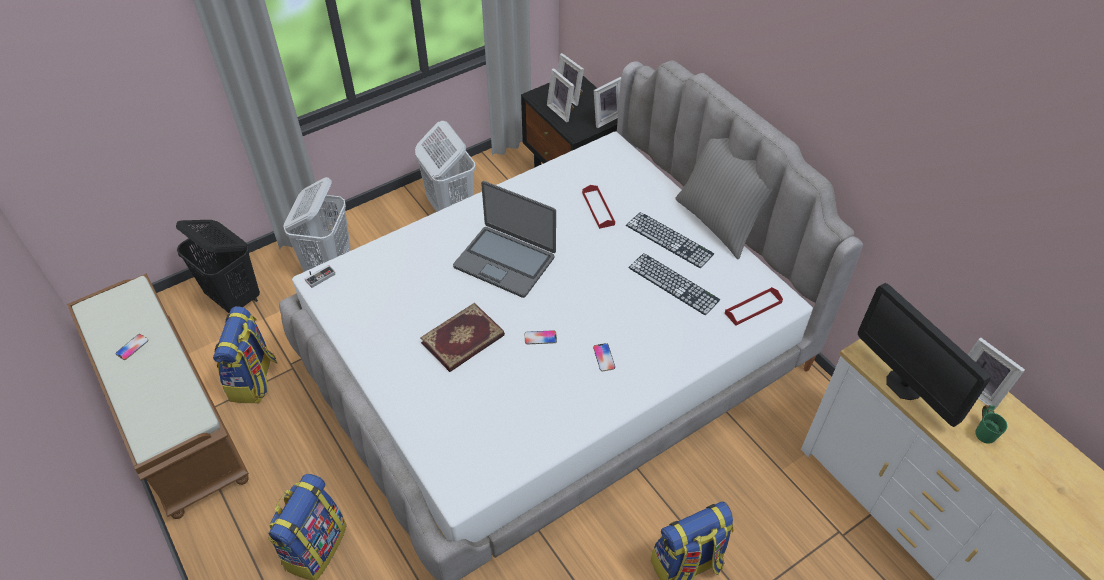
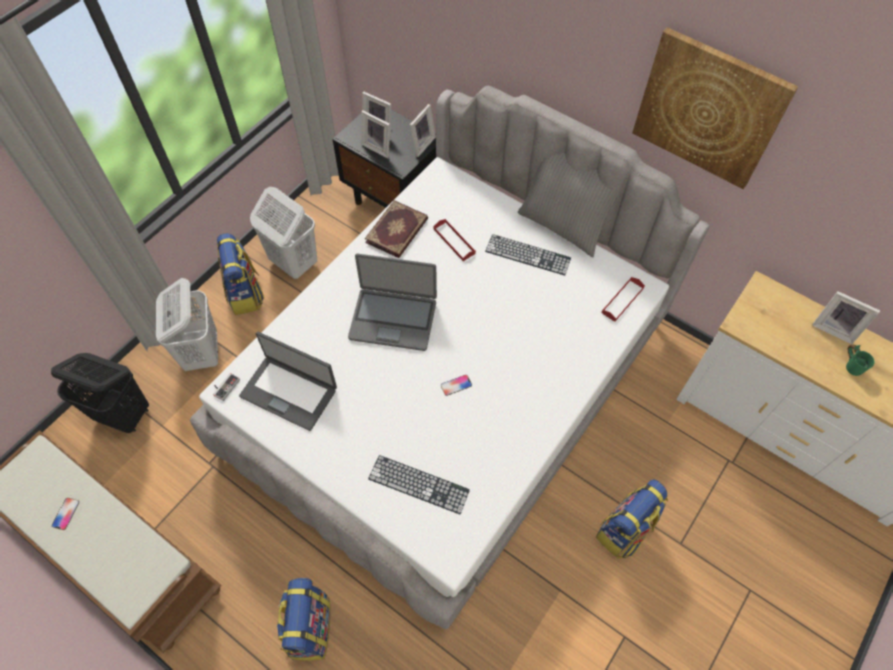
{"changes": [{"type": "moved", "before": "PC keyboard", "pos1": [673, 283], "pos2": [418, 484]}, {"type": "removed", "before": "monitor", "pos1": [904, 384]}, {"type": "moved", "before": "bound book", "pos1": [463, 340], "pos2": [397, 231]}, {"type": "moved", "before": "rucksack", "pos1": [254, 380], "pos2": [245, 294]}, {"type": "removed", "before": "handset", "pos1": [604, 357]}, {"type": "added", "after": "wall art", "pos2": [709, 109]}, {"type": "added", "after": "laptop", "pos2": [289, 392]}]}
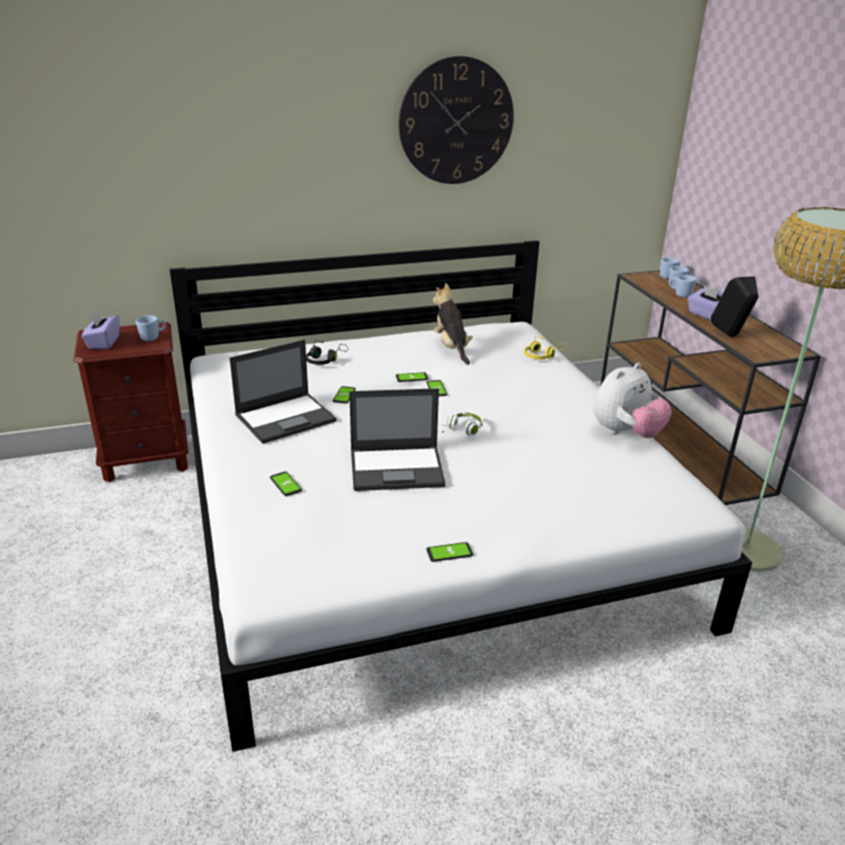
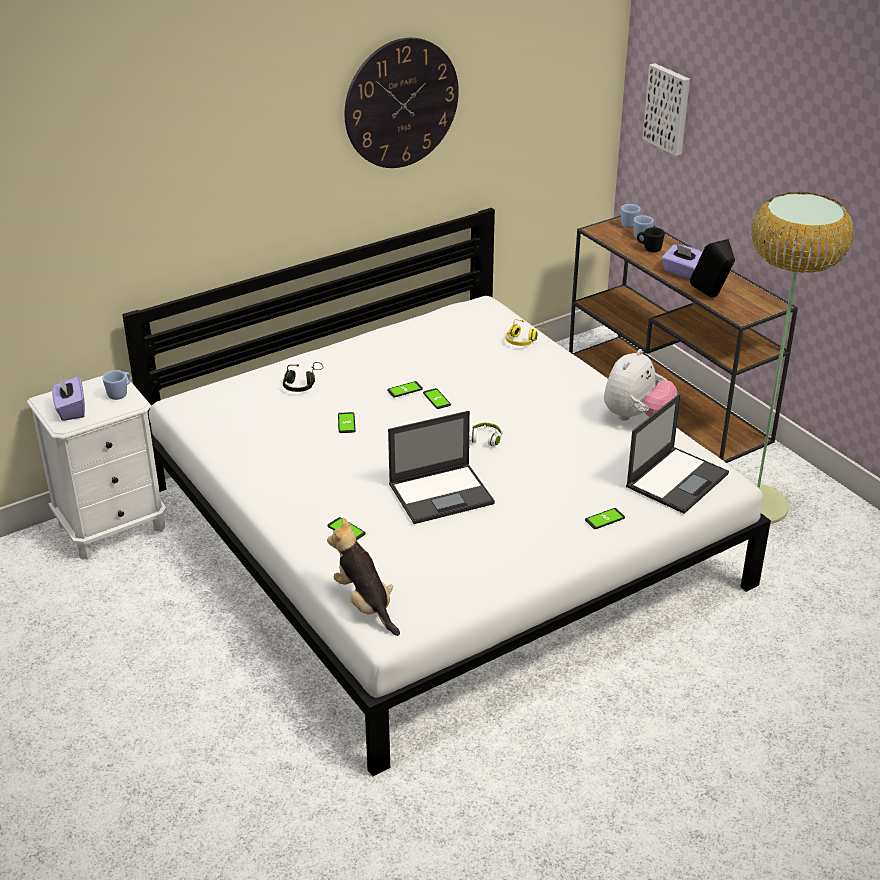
{"changes": [{"type": "recoloured", "before": "coffee mug (blue-coloured)", "after": "coffee mug (black)", "pos1": [680, 295], "pos2": [649, 249]}, {"type": "moved", "before": "plush toy", "pos1": [451, 348], "pos2": [365, 604]}, {"type": "recoloured", "before": "nightstand (brown)", "after": "nightstand (whitish)", "pos1": [146, 460], "pos2": [112, 527]}, {"type": "moved", "before": "laptop", "pos1": [286, 418], "pos2": [677, 479]}, {"type": "moved", "before": "handset", "pos1": [449, 553], "pos2": [605, 519]}, {"type": "added", "after": "wall art", "pos2": [668, 109]}]}
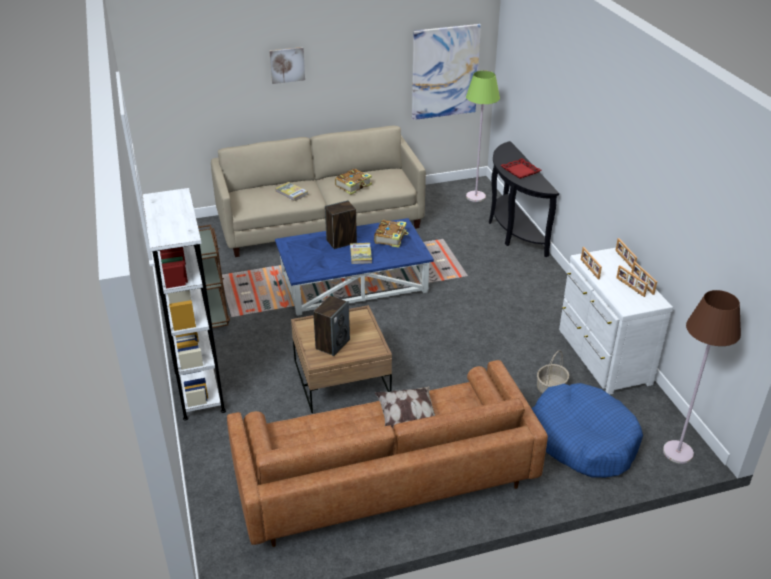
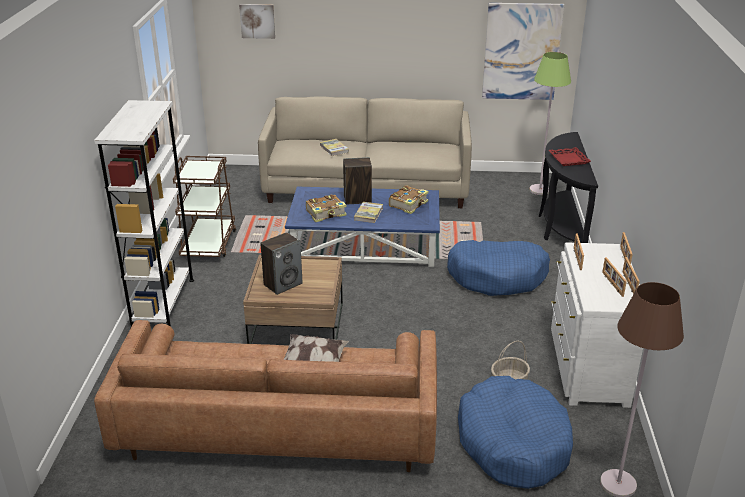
{"changes": [{"type": "moved", "before": "wall art", "pos1": [287, 65], "pos2": [257, 21]}, {"type": "moved", "before": "bound book", "pos1": [354, 186], "pos2": [326, 213]}, {"type": "added", "after": "pet bed (blue-coloured)", "pos2": [497, 276]}]}
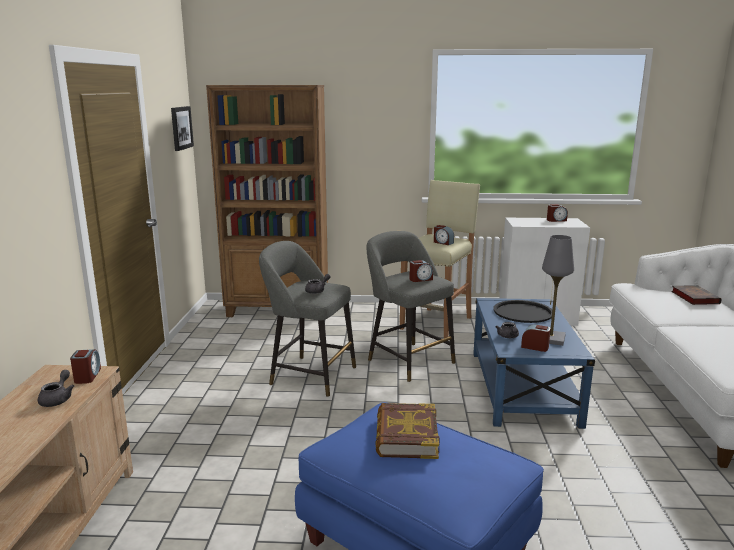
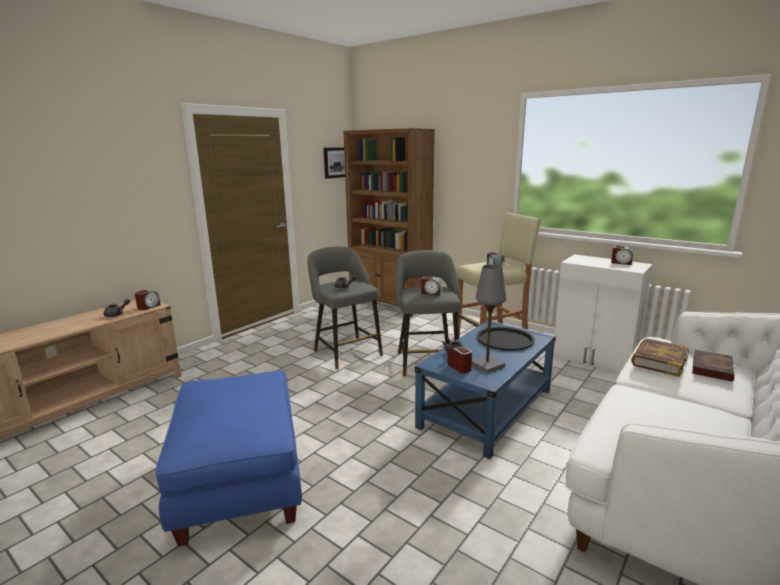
{"changes": [{"type": "moved", "before": "bound book", "pos1": [406, 436], "pos2": [658, 361]}]}
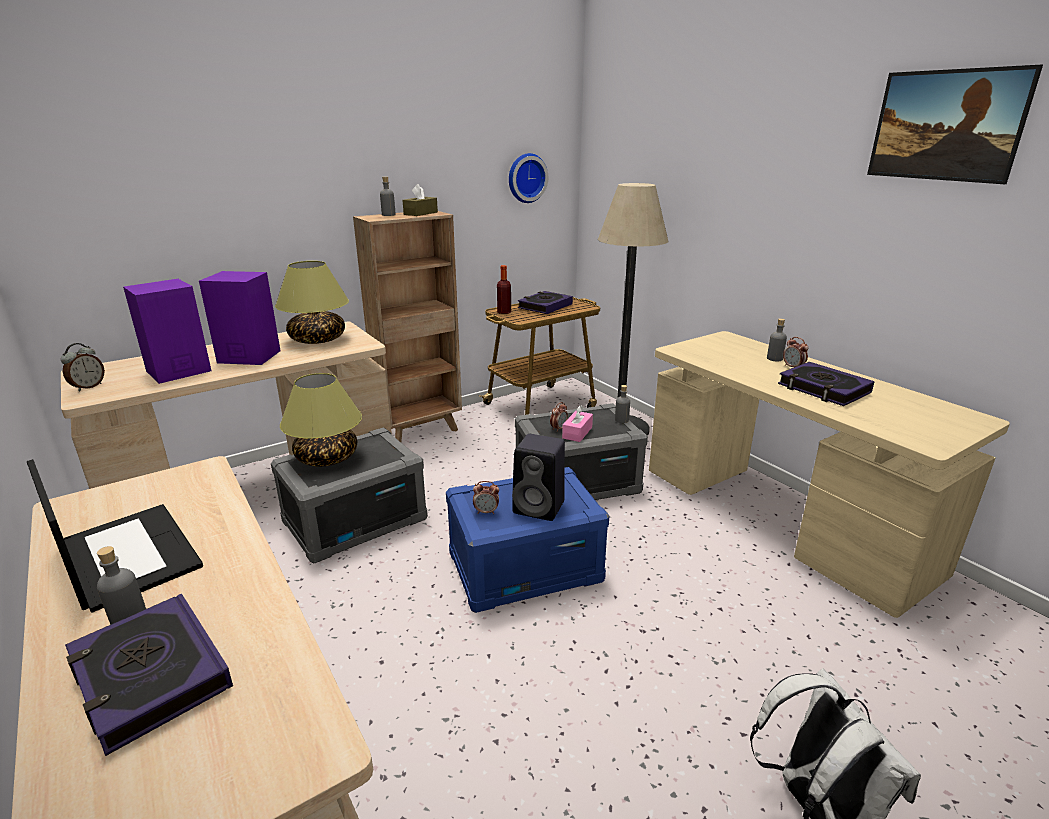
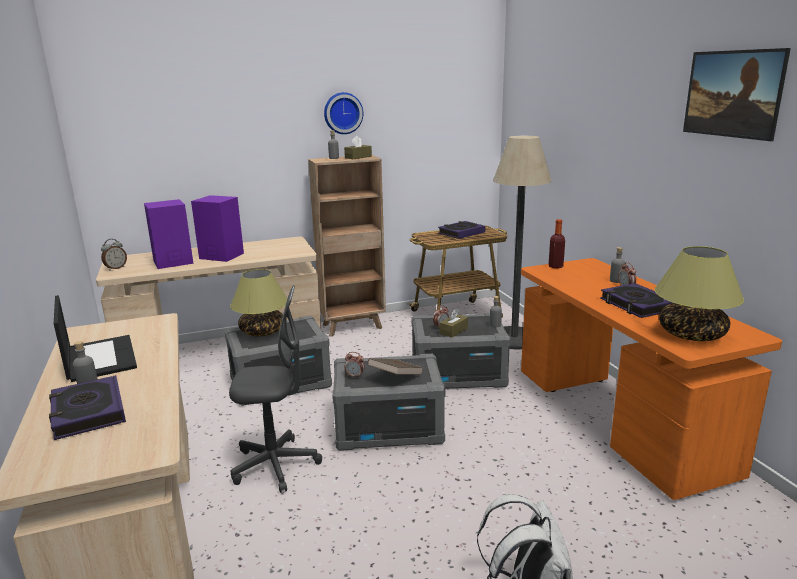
{"changes": [{"type": "moved", "before": "clock on the wall", "pos1": [526, 178], "pos2": [342, 113]}, {"type": "moved", "before": "table lamp", "pos1": [317, 339], "pos2": [690, 334]}, {"type": "moved", "before": "bottle", "pos1": [504, 312], "pos2": [555, 266]}, {"type": "recoloured", "before": "desk unit (sand-coloured)", "after": "desk unit (orange-coloured)", "pos1": [779, 520], "pos2": [616, 419]}, {"type": "recoloured", "before": "box of tissues (pink-coloured)", "after": "box of tissues (brown)", "pos1": [577, 433], "pos2": [453, 331]}, {"type": "replaced", "before": "loudspeaker (black)", "after": "bound book (brown)", "pos1": [540, 507], "pos2": [395, 377]}, {"type": "recoloured", "before": "storage box (blue-coloured)", "after": "storage box (gray)", "pos1": [525, 567], "pos2": [389, 426]}, {"type": "added", "after": "office chair (gray)", "pos2": [275, 465]}]}
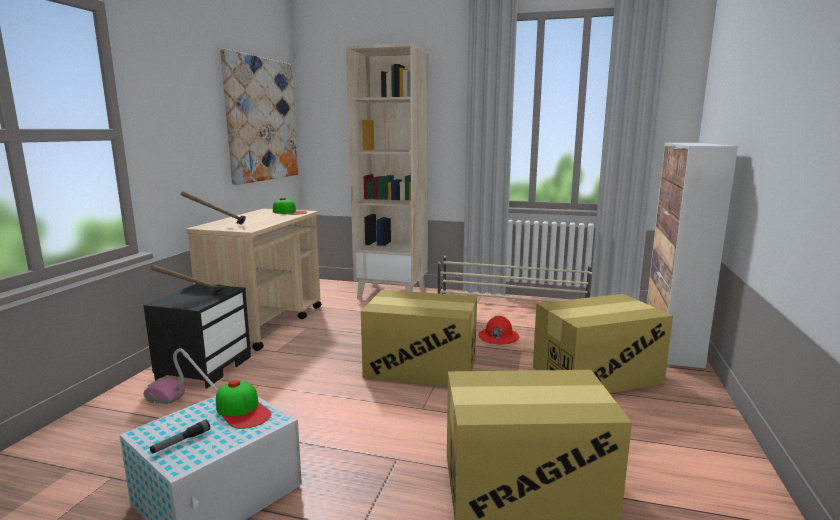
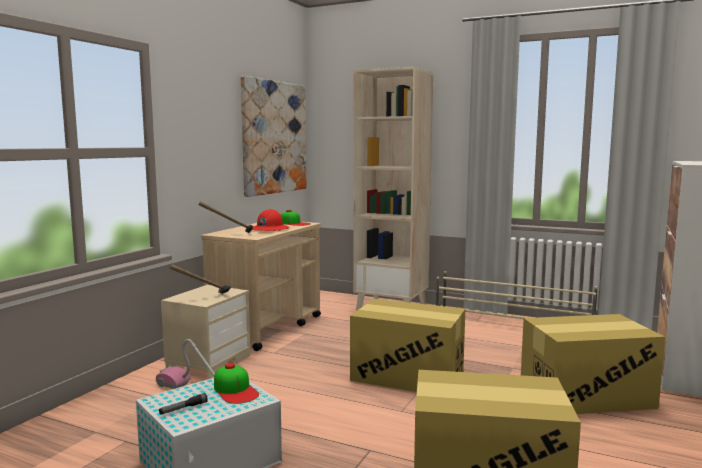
{"changes": [{"type": "recoloured", "before": "nightstand (black)", "after": "nightstand (sand-coloured)", "pos1": [204, 367], "pos2": [209, 362]}, {"type": "moved", "before": "work helmet (red)", "pos1": [498, 337], "pos2": [269, 229]}]}
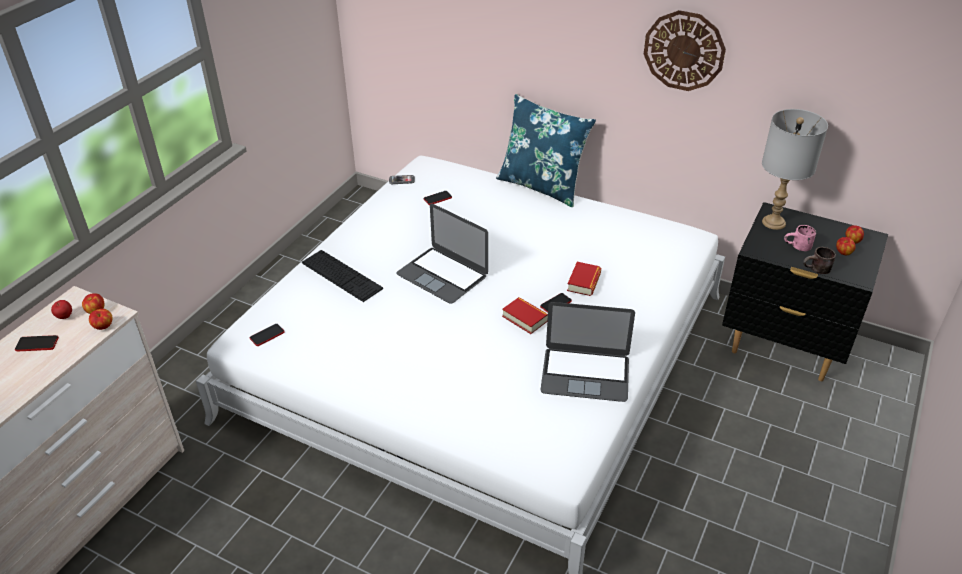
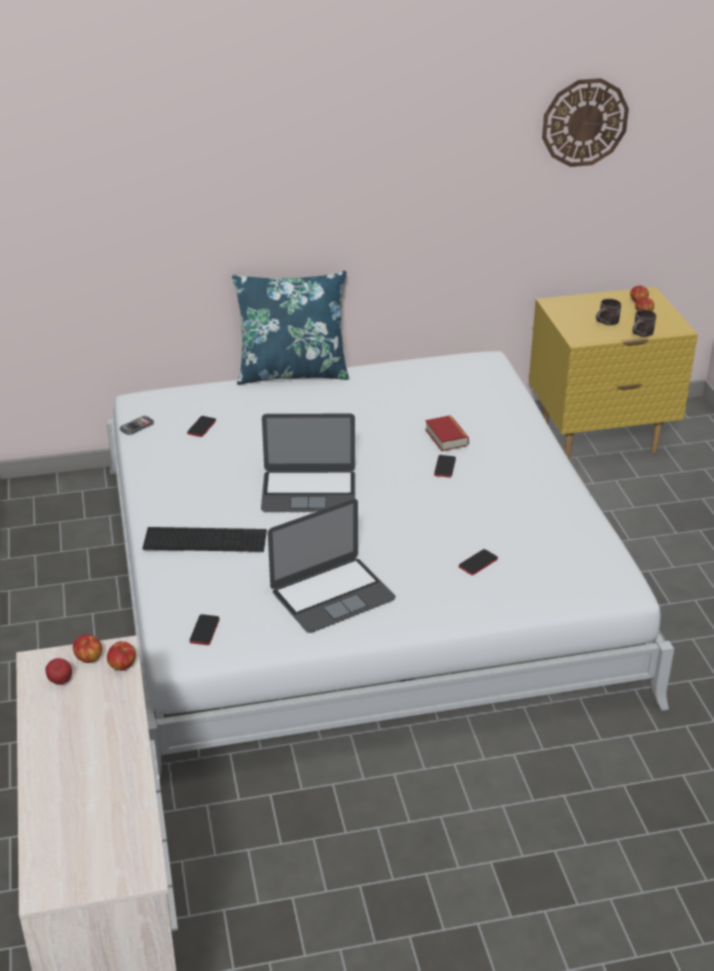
{"changes": [{"type": "moved", "before": "clock on the wall", "pos1": [684, 50], "pos2": [584, 122]}, {"type": "removed", "before": "table lamp (gray)", "pos1": [773, 222]}, {"type": "recoloured", "before": "nightstand (black)", "after": "nightstand (yellow-coloured)", "pos1": [783, 347], "pos2": [599, 440]}, {"type": "recoloured", "before": "coffee mug (pink-coloured)", "after": "coffee mug (brown)", "pos1": [798, 247], "pos2": [607, 323]}, {"type": "removed", "before": "bound book", "pos1": [525, 318]}, {"type": "moved", "before": "laptop", "pos1": [585, 374], "pos2": [332, 595]}, {"type": "moved", "before": "handset", "pos1": [37, 344], "pos2": [478, 563]}]}
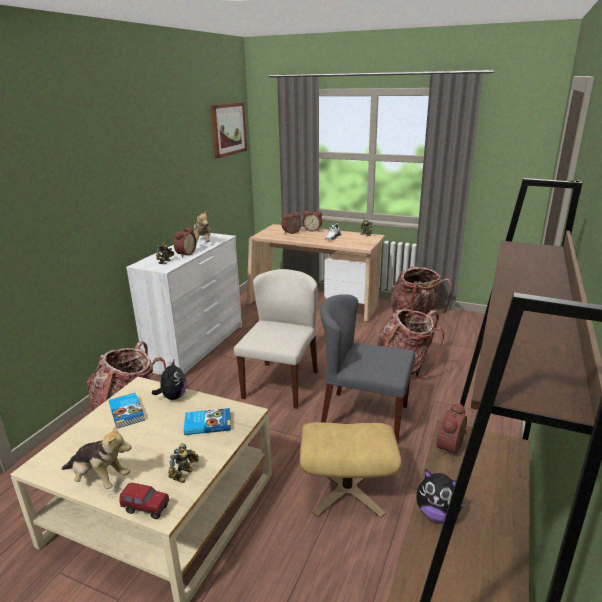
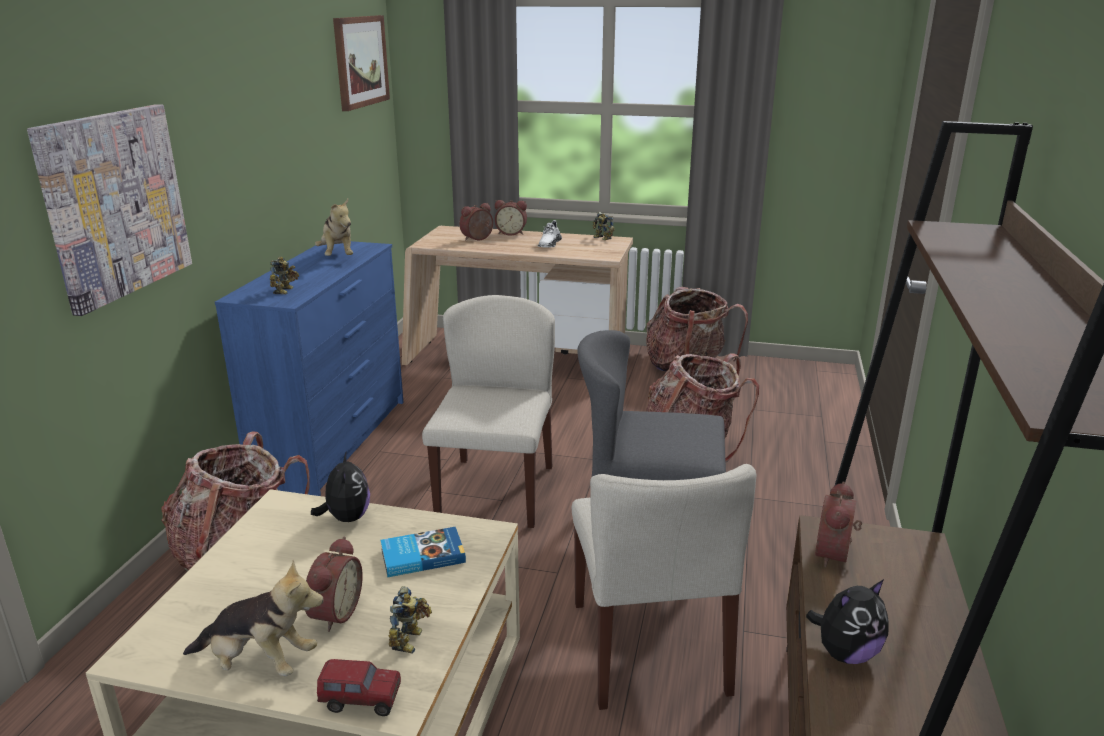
{"changes": [{"type": "moved", "before": "bedside clock", "pos1": [185, 254], "pos2": [333, 612]}, {"type": "recoloured", "before": "chest of drawers (whitish)", "after": "chest of drawers (blue-coloured)", "pos1": [197, 347], "pos2": [334, 442]}, {"type": "removed", "before": "bound book", "pos1": [127, 412]}, {"type": "replaced", "before": "pouffe (sand-coloured)", "after": "plain chair (sand-coloured)", "pos1": [347, 490], "pos2": [649, 647]}, {"type": "turned", "before": "plush toy", "pos1": [437, 514], "pos2": [845, 653], "turn": -45}, {"type": "added", "after": "wall art", "pos2": [115, 204]}]}
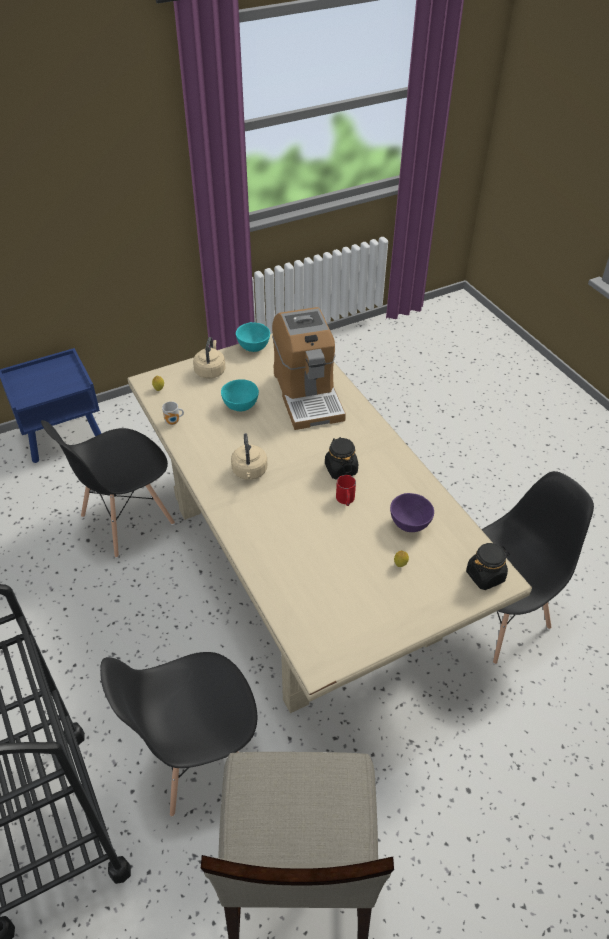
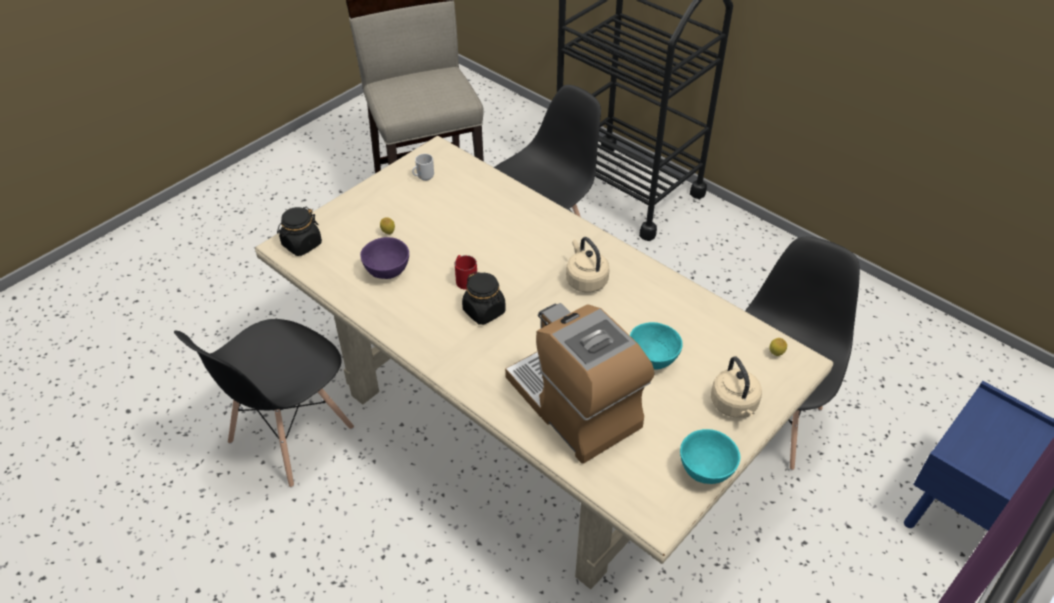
{"changes": [{"type": "moved", "before": "coffee mug", "pos1": [173, 422], "pos2": [424, 177]}]}
